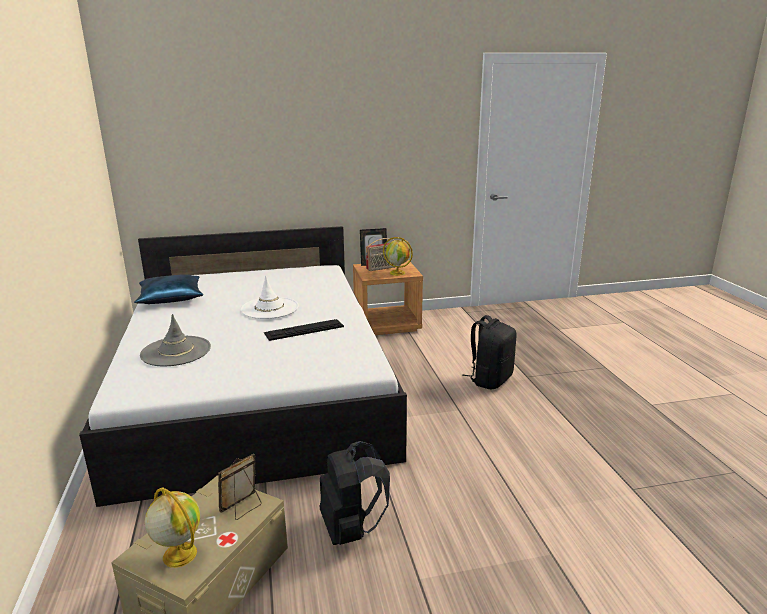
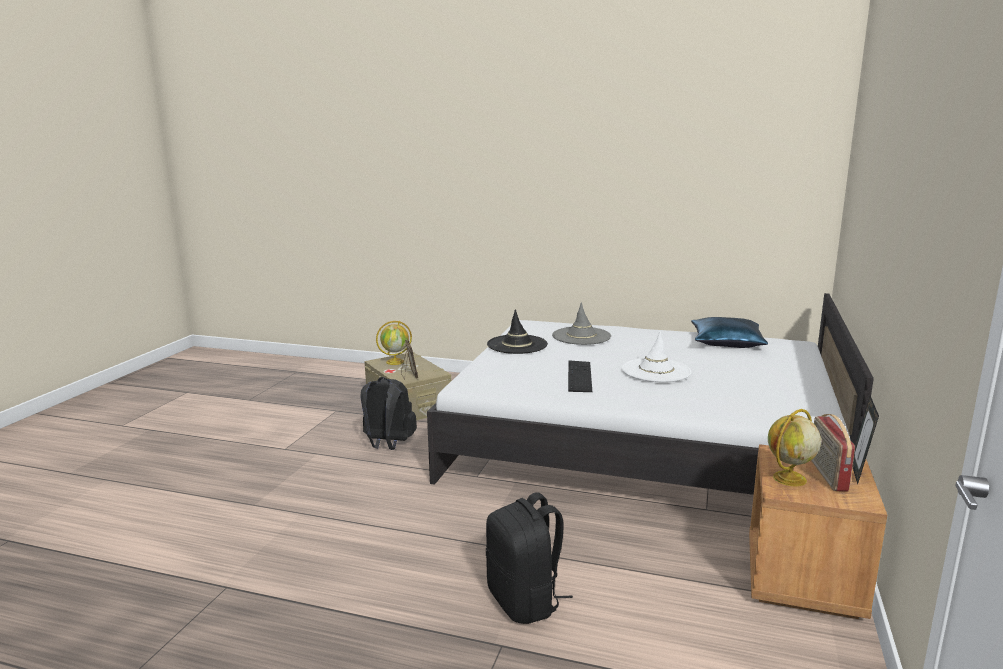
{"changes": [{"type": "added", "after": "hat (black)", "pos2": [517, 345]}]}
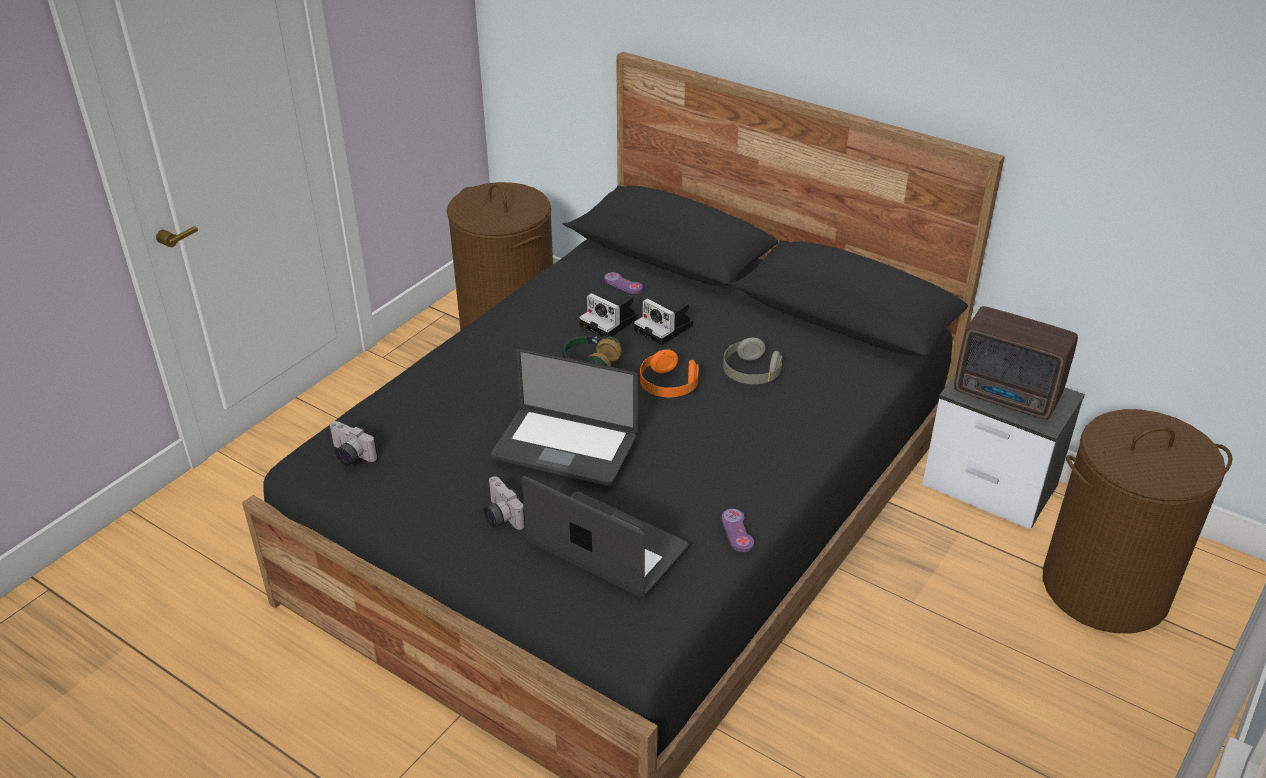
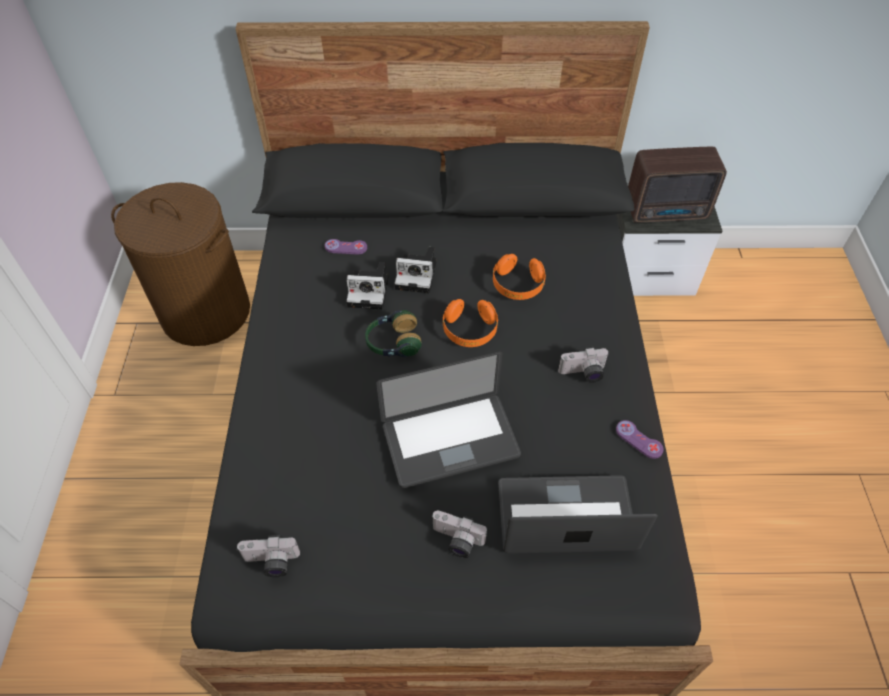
{"changes": [{"type": "recoloured", "before": "headphones (gray)", "after": "headphones (orange-coloured)", "pos1": [750, 373], "pos2": [517, 285]}, {"type": "removed", "before": "washing basket (brown)", "pos1": [1105, 587]}, {"type": "added", "after": "photo camera", "pos2": [583, 373]}]}
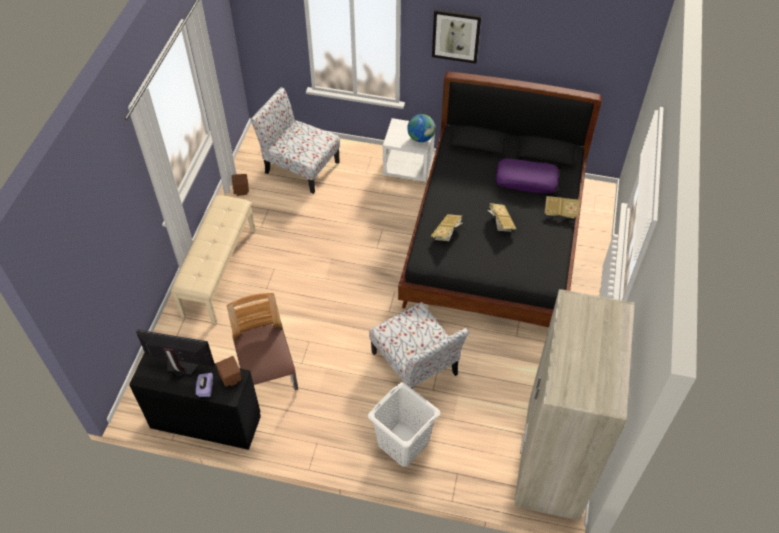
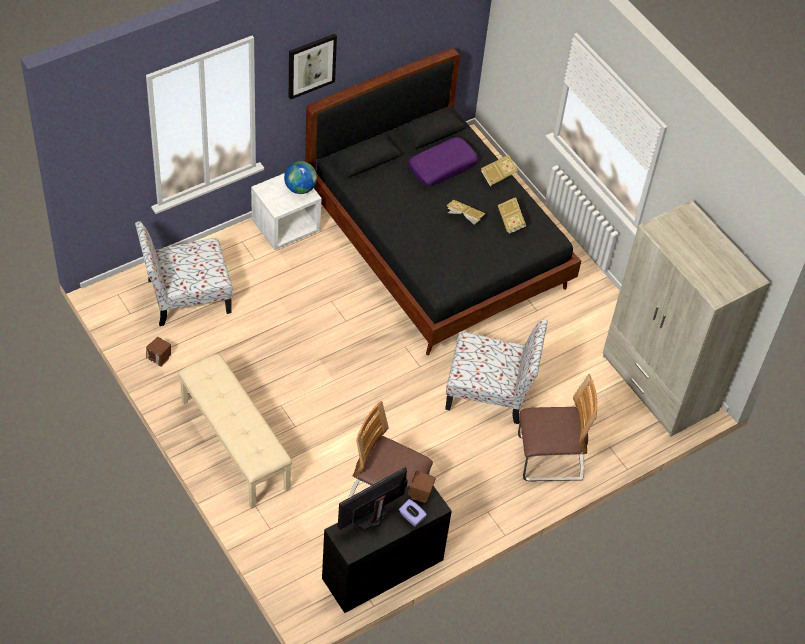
{"changes": [{"type": "moved", "before": "bound book", "pos1": [446, 233], "pos2": [511, 221]}, {"type": "replaced", "before": "washing basket (whitish)", "after": "plain chair", "pos1": [403, 444], "pos2": [549, 458]}]}
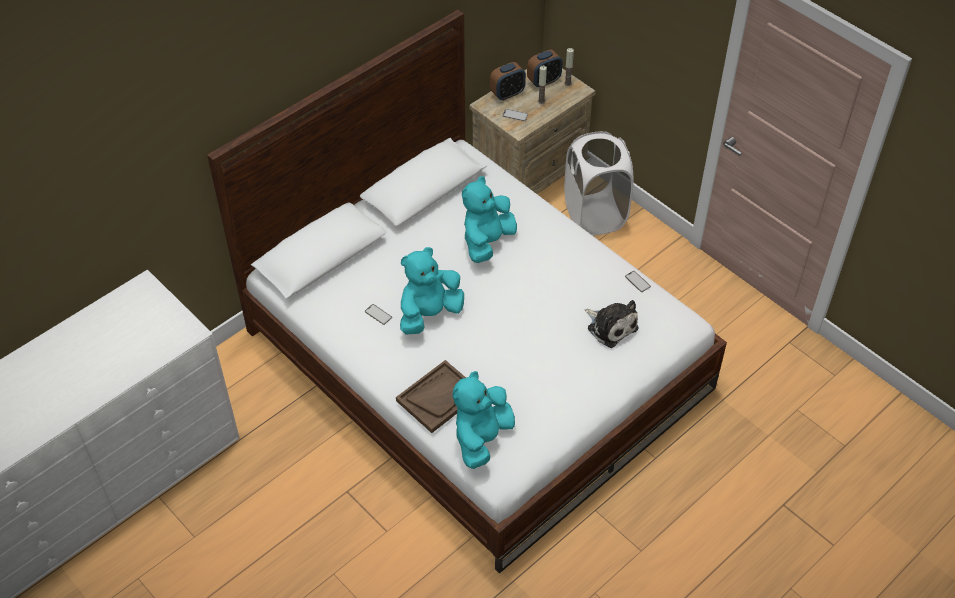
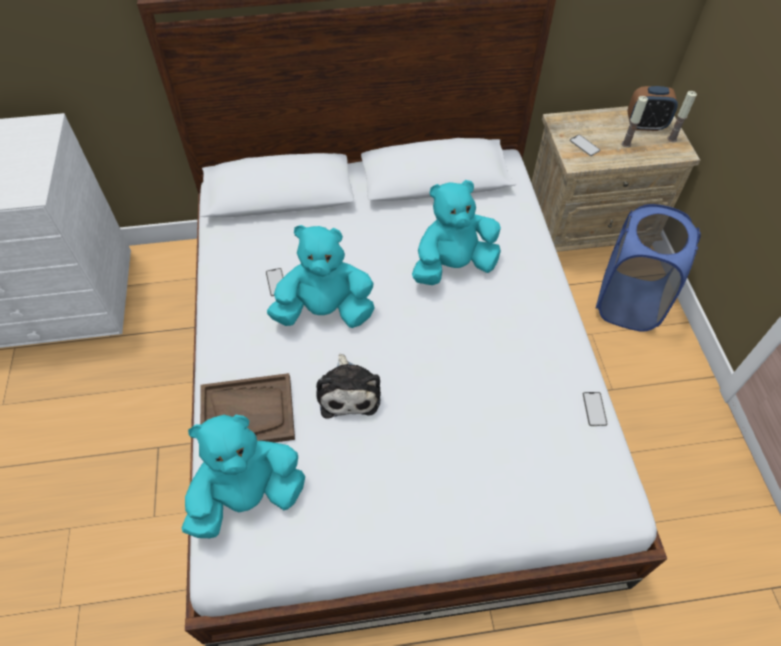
{"changes": [{"type": "removed", "before": "bedside clock", "pos1": [507, 94]}, {"type": "recoloured", "before": "washing basket (whitish)", "after": "washing basket (blue-coloured)", "pos1": [595, 215], "pos2": [628, 302]}, {"type": "moved", "before": "plush toy", "pos1": [610, 326], "pos2": [348, 391]}]}
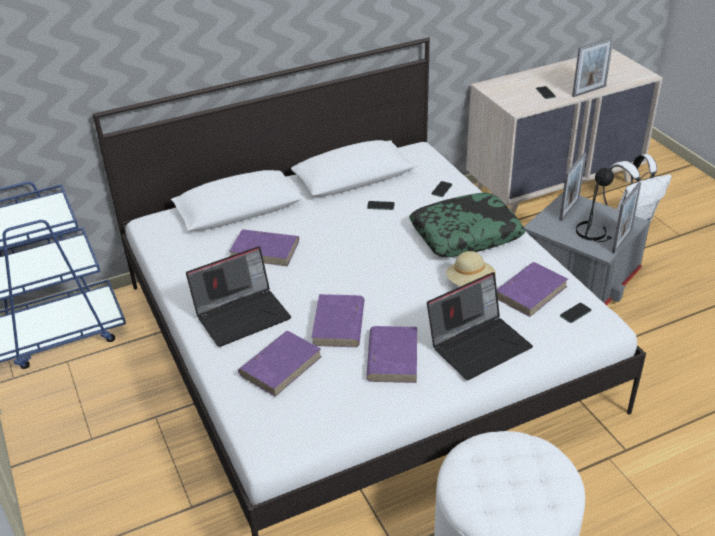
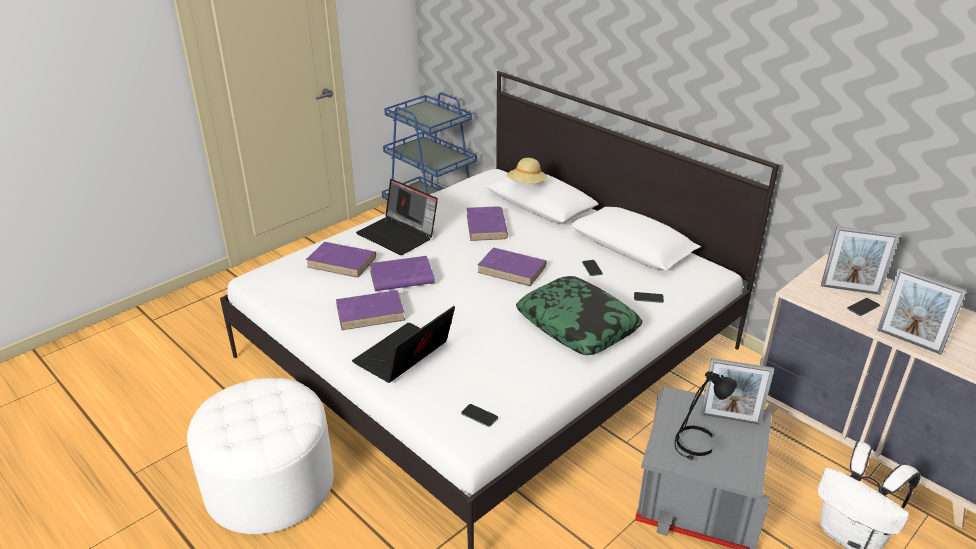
{"changes": [{"type": "moved", "before": "standing frame", "pos1": [622, 241], "pos2": [850, 289]}, {"type": "moved", "before": "hat (sand-coloured)", "pos1": [470, 282], "pos2": [527, 185]}, {"type": "moved", "before": "bound book (purplish)", "pos1": [530, 291], "pos2": [512, 269]}, {"type": "turned", "before": "laptop", "pos1": [479, 344], "pos2": [404, 357], "turn": 90}]}
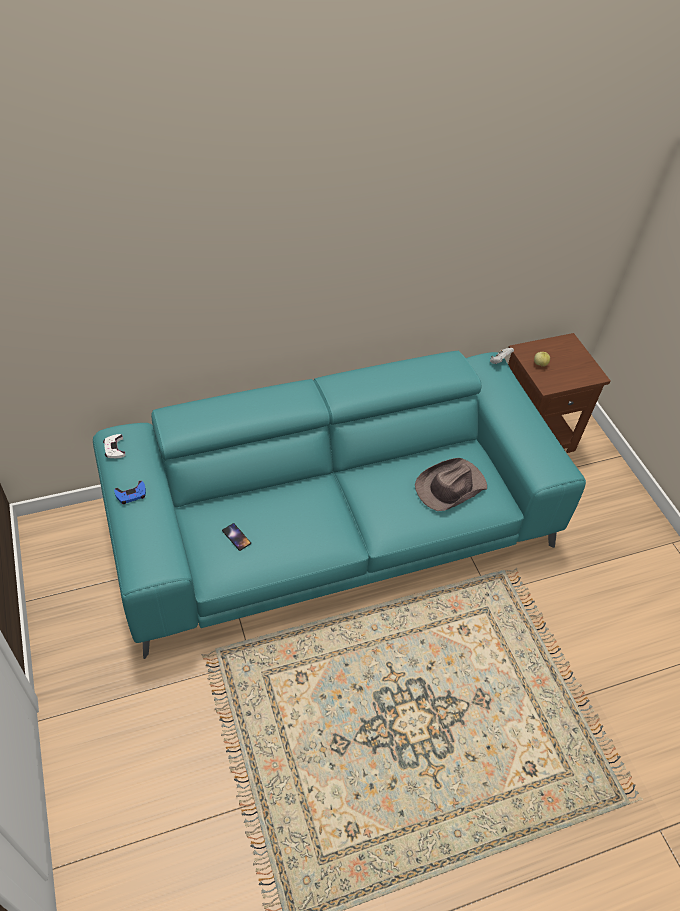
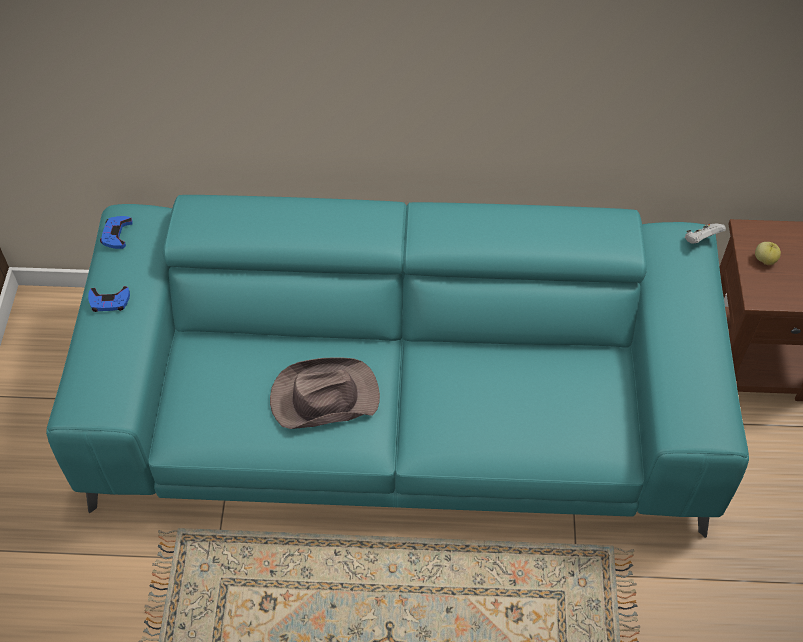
{"changes": [{"type": "recoloured", "before": "joypad (whitish)", "after": "joypad (blue-coloured)", "pos1": [114, 448], "pos2": [116, 234]}, {"type": "moved", "before": "hat (brown)", "pos1": [449, 487], "pos2": [323, 397]}, {"type": "removed", "before": "handset", "pos1": [236, 537]}]}
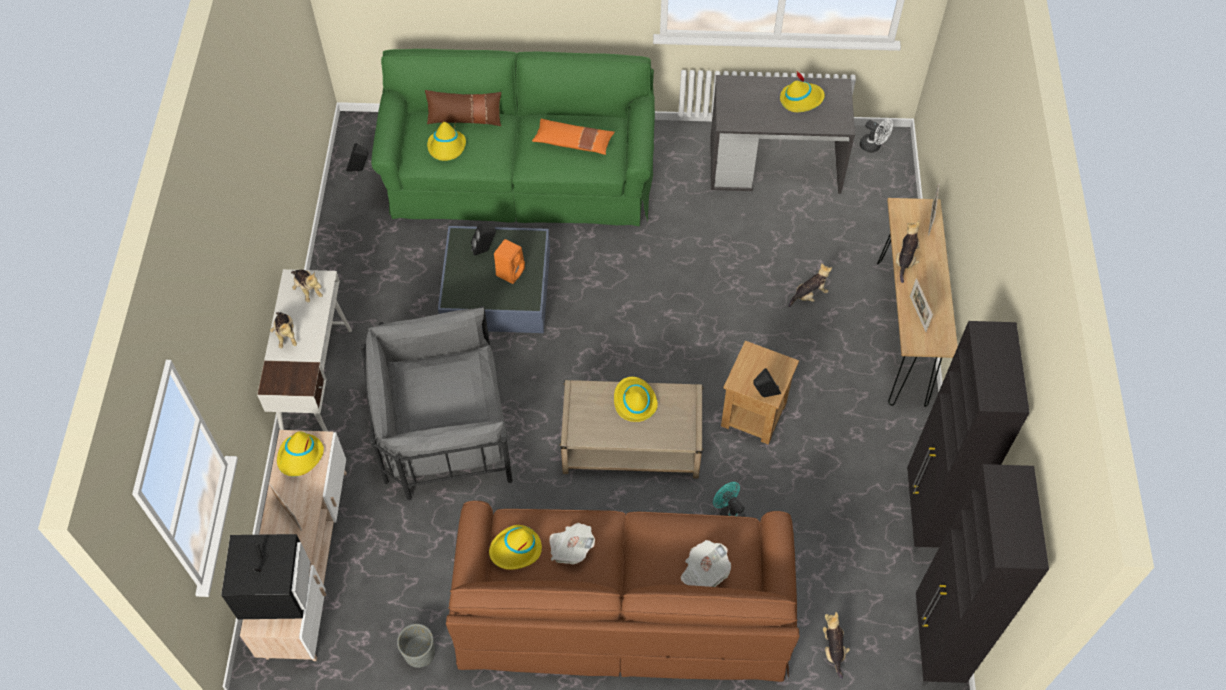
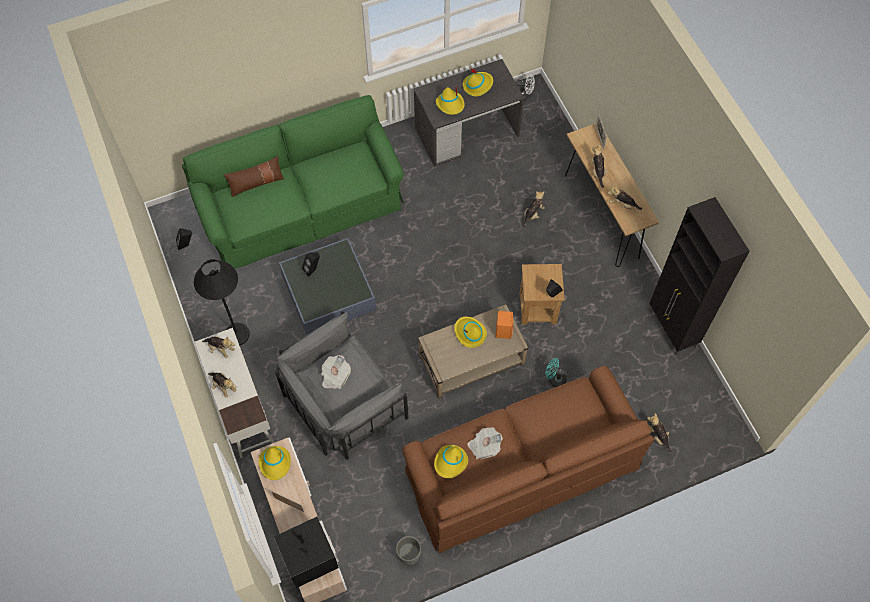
{"changes": [{"type": "removed", "before": "throw pillow (orange-coloured)", "pos1": [573, 142]}, {"type": "moved", "before": "hat (yellow-coloured)", "pos1": [447, 147], "pos2": [450, 104]}, {"type": "moved", "before": "loudspeaker (orange-coloured)", "pos1": [510, 271], "pos2": [503, 330]}, {"type": "replaced", "before": "standing frame", "after": "plush toy", "pos1": [918, 314], "pos2": [622, 204]}, {"type": "removed", "before": "storage cabinet (black)", "pos1": [936, 645]}, {"type": "moved", "before": "printed paper", "pos1": [704, 572], "pos2": [335, 376]}, {"type": "added", "after": "standing lamp (black)", "pos2": [237, 334]}]}
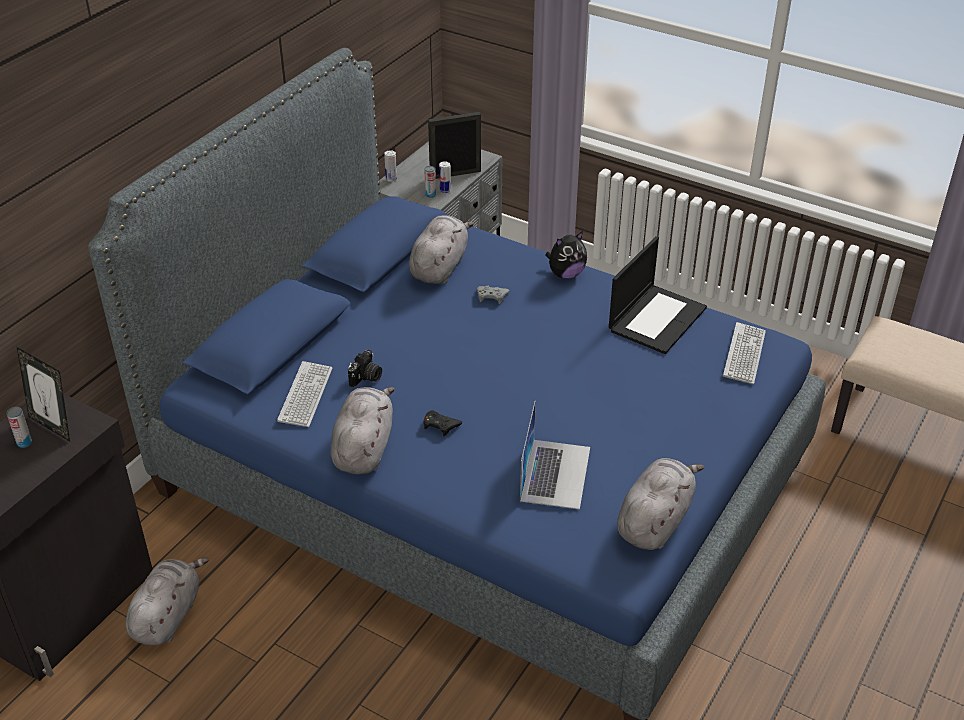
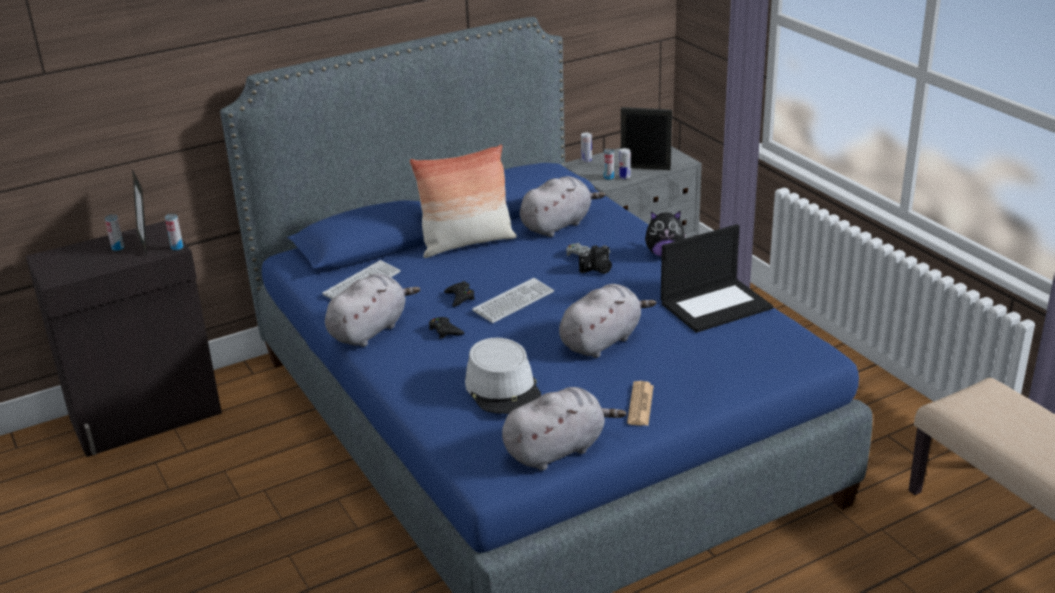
{"changes": [{"type": "moved", "before": "PC keyboard", "pos1": [744, 354], "pos2": [513, 302]}, {"type": "moved", "before": "photo camera", "pos1": [366, 378], "pos2": [597, 270]}, {"type": "replaced", "before": "laptop", "after": "hat (gray)", "pos1": [555, 473], "pos2": [503, 389]}, {"type": "moved", "before": "plush toy (gray)", "pos1": [168, 616], "pos2": [602, 341]}, {"type": "added", "after": "throw pillow", "pos2": [466, 243]}, {"type": "added", "after": "metal can", "pos2": [177, 248]}, {"type": "added", "after": "joypad (black)", "pos2": [460, 297]}, {"type": "added", "after": "printed paper", "pos2": [640, 404]}]}
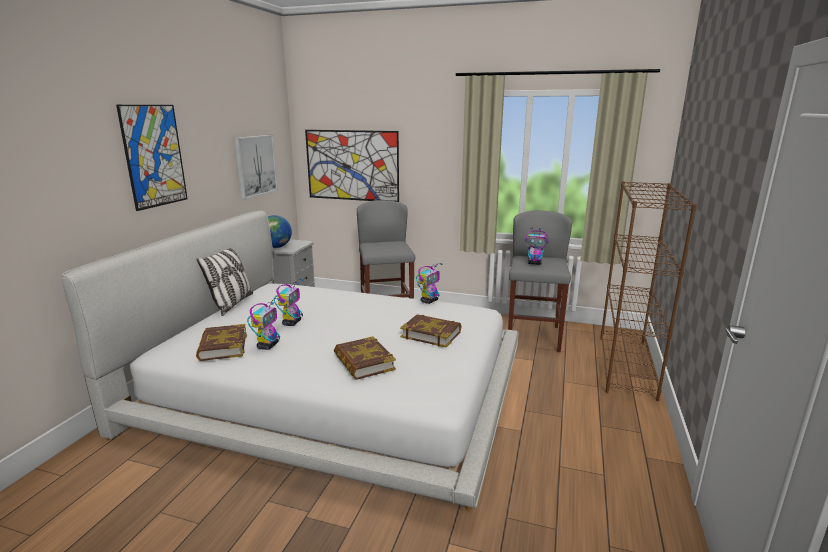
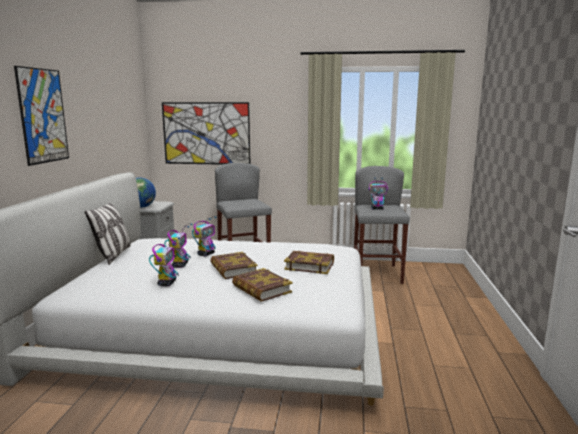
{"changes": [{"type": "removed", "before": "wall art", "pos1": [255, 165]}, {"type": "removed", "before": "bookshelf (brown)", "pos1": [626, 366]}, {"type": "moved", "before": "robot figure", "pos1": [429, 301], "pos2": [206, 254]}, {"type": "moved", "before": "bound book", "pos1": [222, 346], "pos2": [233, 269]}]}
